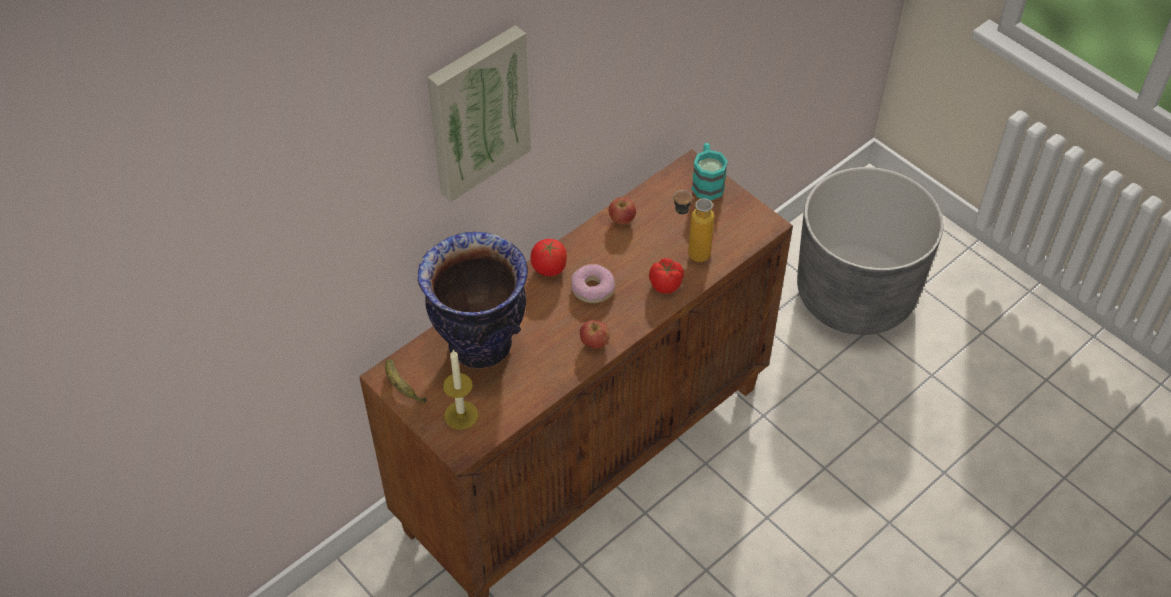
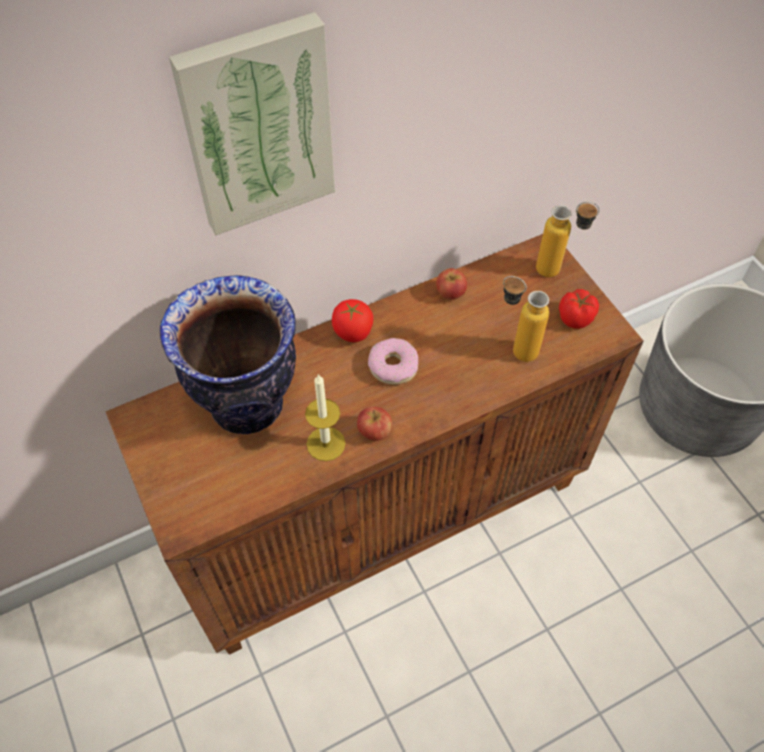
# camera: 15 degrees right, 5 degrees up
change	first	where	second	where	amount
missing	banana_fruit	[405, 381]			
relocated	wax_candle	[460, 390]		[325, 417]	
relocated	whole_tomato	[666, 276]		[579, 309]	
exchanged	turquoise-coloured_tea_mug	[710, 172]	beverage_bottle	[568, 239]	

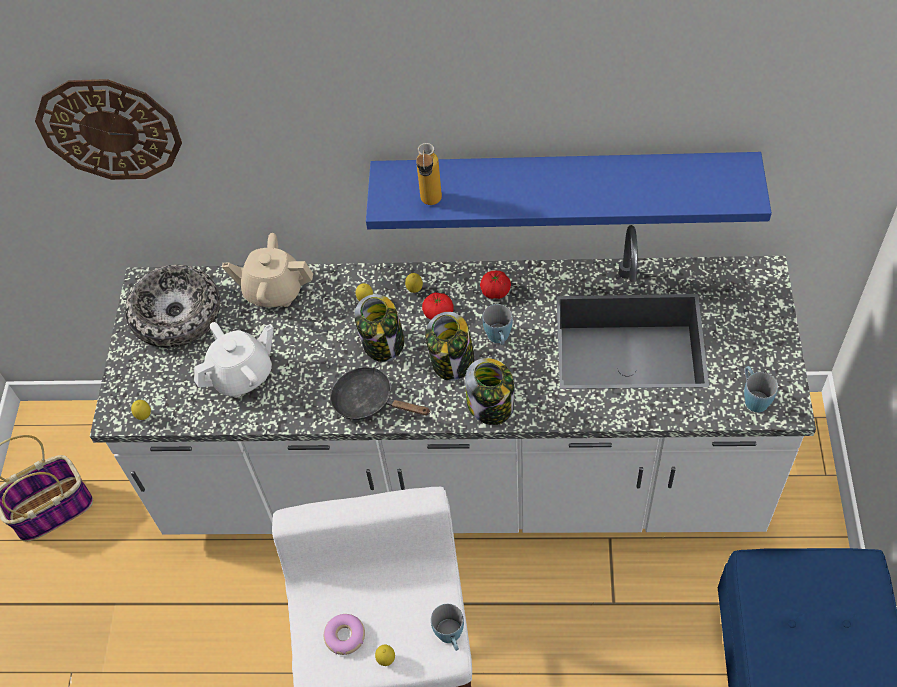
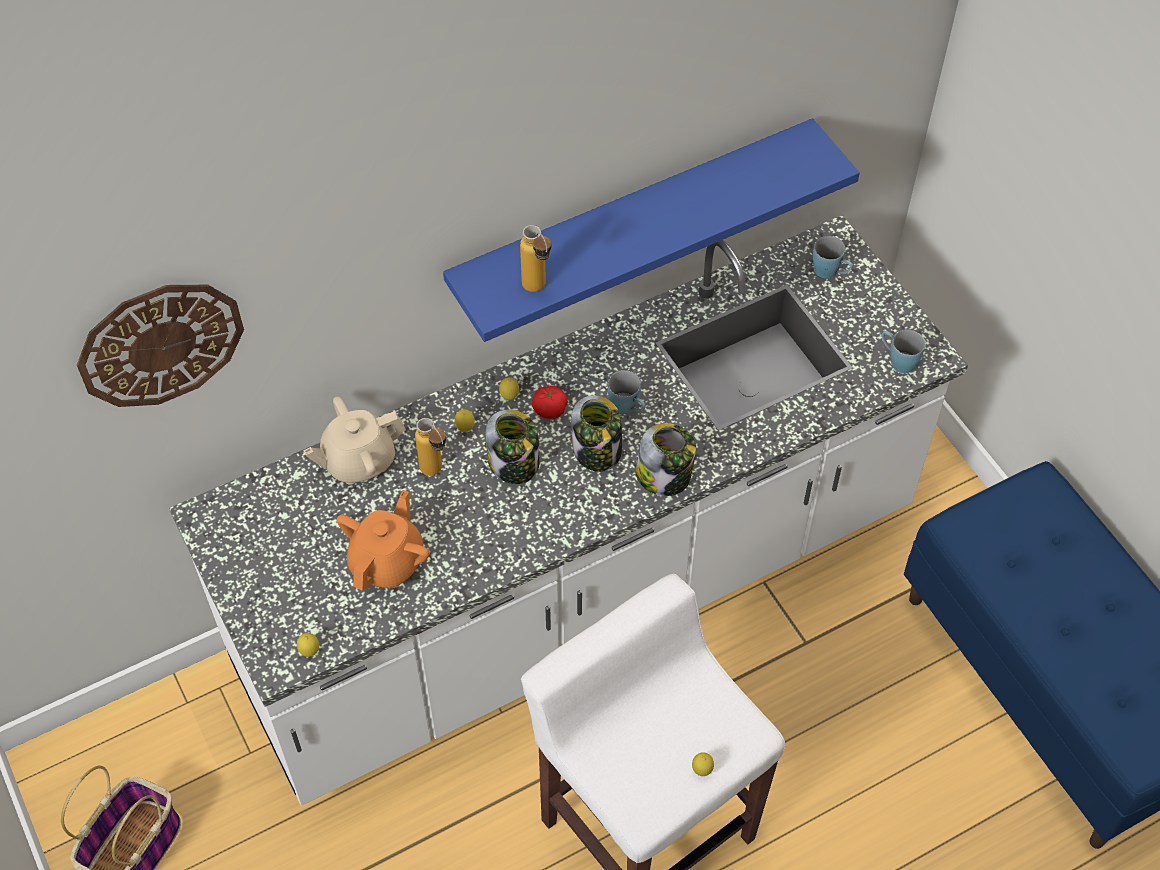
# camera: 35 degrees left, 0 degrees up
change	first	where	second	where	amount
missing	serving_bowl	[172, 306]			
missing	ring_doughnut	[344, 634]			
missing	black-coloured_pan	[380, 393]			
missing	whole_tomato	[495, 285]			
appeared			beverage_bottle	[430, 447]	
relocated	blue_tea_mug	[447, 627]		[833, 257]	
colour	white-coloured_teapot	[234, 360]	orange_teapot	[383, 540]	

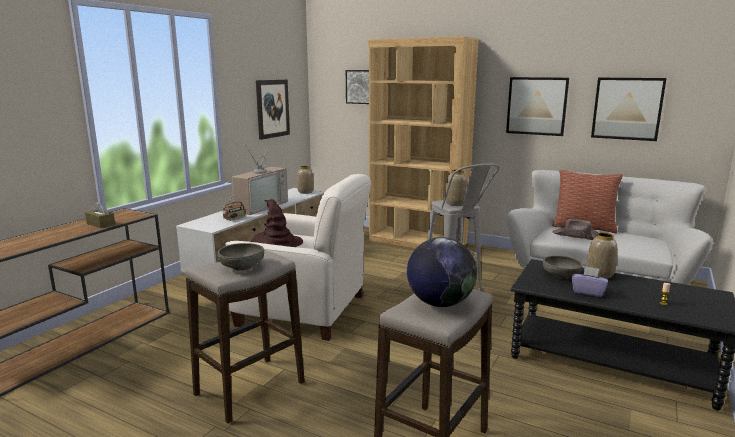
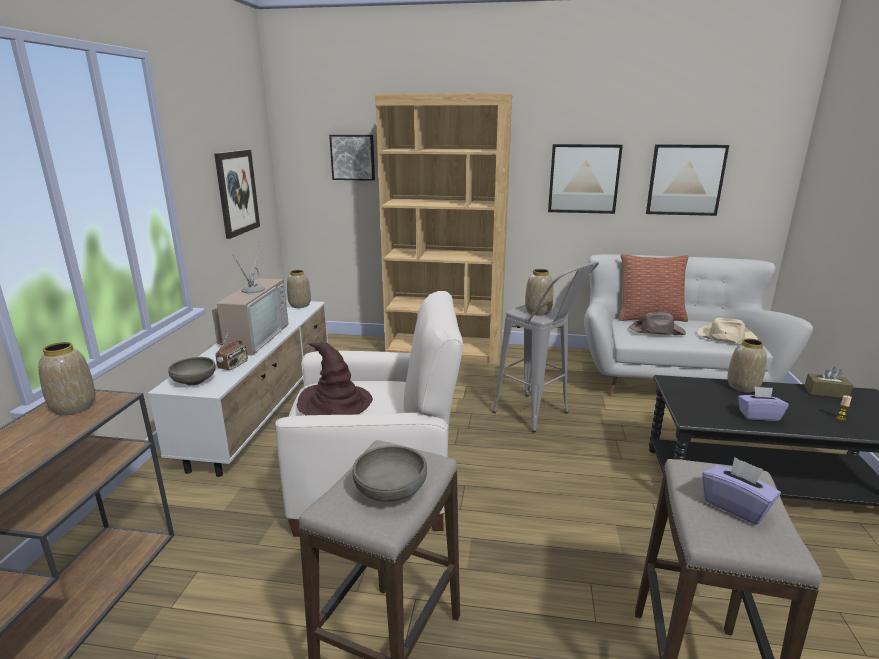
# camera: 20 degrees left, 5 degrees up
change	first	where	second	where	amount
appeared			flower_vase	[67, 378]	
appeared			beige-coloured_hat	[727, 331]	
relocated	brown_box_of_tissues	[100, 214]		[828, 382]	
relocated	greyish_serving_bowl	[563, 267]		[192, 371]	
exchanged	desk_globe	[442, 272]	purple-coloured_box_of_tissues	[741, 491]	

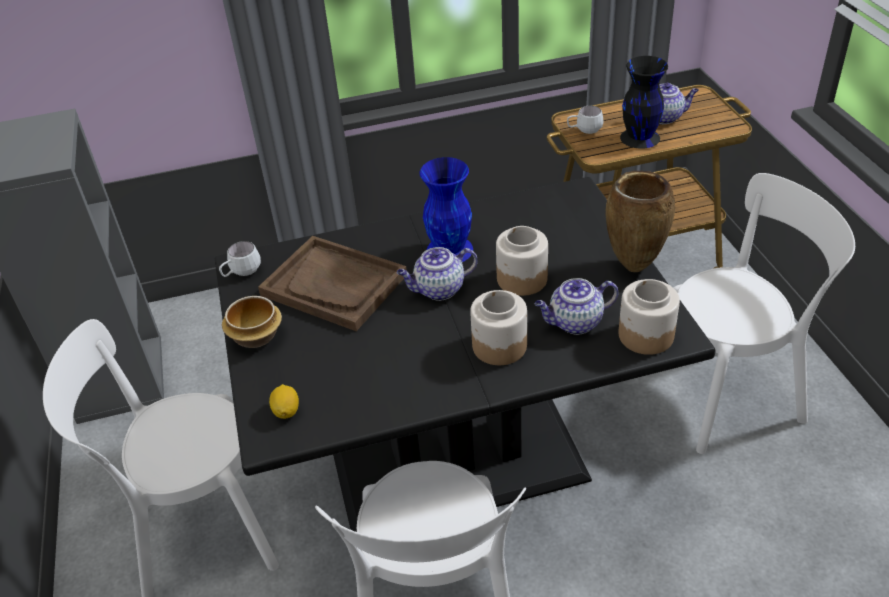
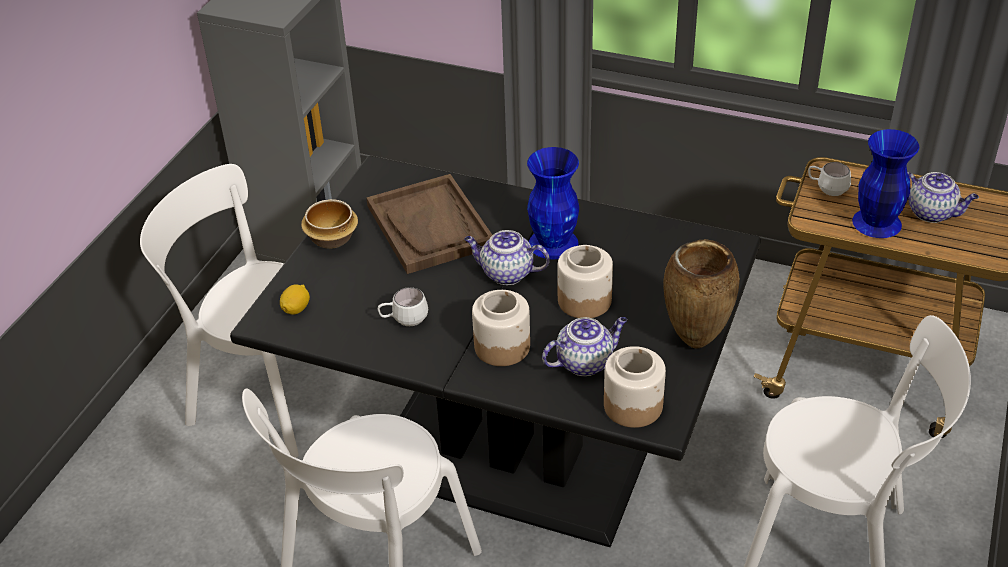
# camera: 35 degrees right, 0 degrees up
change	first	where	second	where	amount
relocated	white-coloured_tea_mug	[240, 259]		[402, 306]	
colour	black-coloured_flower_vase	[644, 102]	blue_flower_vase	[885, 183]	
spun	teapot	[577, 306]		[584, 346]	135 degrees clockwise

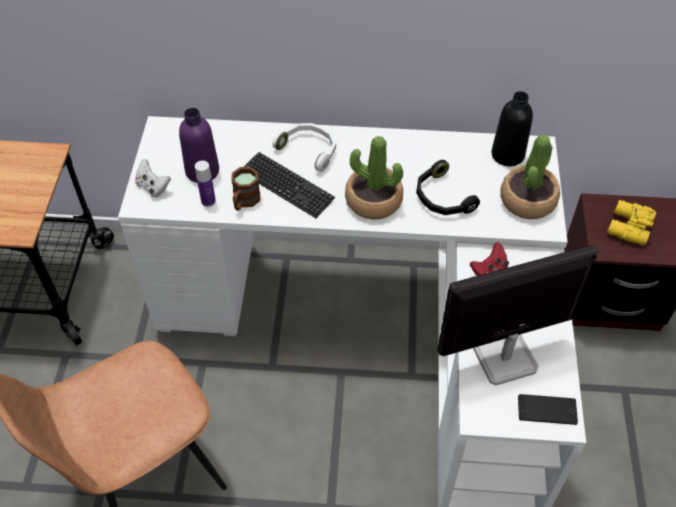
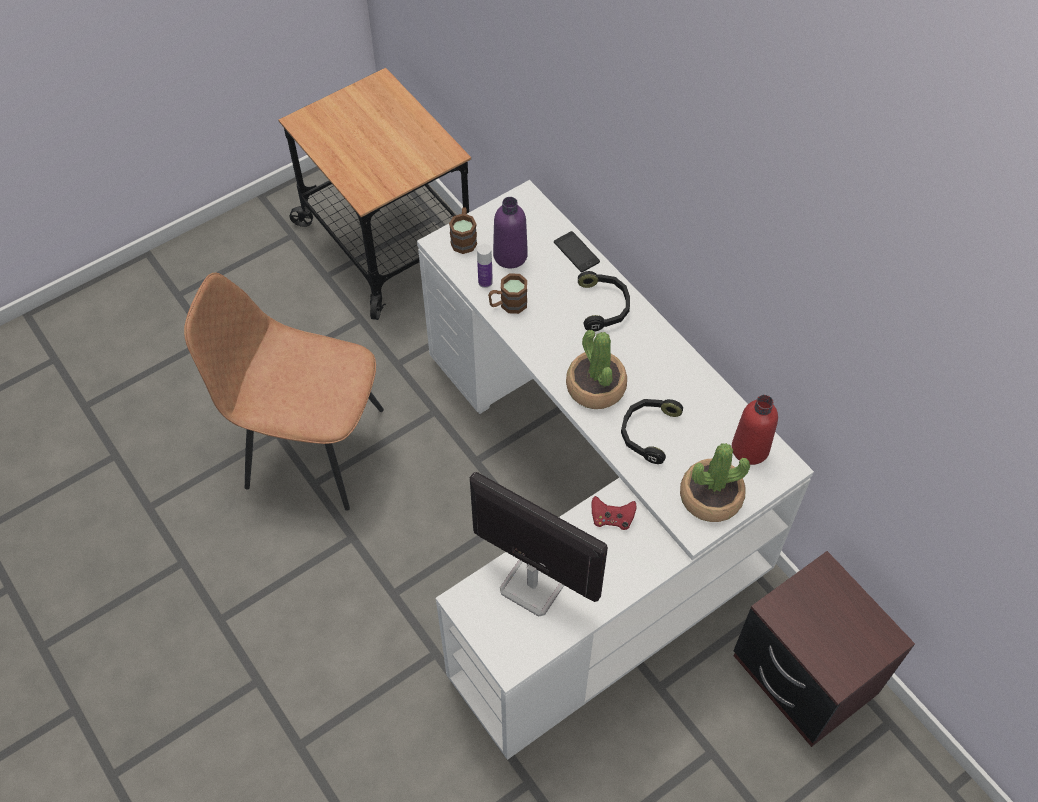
# camera: 50 degrees right, 5 degrees up
change	first	where	second	where	amount
missing	computer_keyboard	[289, 185]			
missing	yellow-coloured_pair_of_binoculars	[631, 223]			
relocated	telephone	[548, 409]		[577, 251]	
exchanged	white-coloured_game_controller	[153, 178]	brown_tea_mug	[463, 230]	
colour	white-coloured_pair_of_headphones	[304, 147]	black-coloured_pair_of_headphones	[604, 301]	
colour	black-coloured_beverage_bottle	[512, 128]	red-coloured_beverage_bottle	[755, 430]	

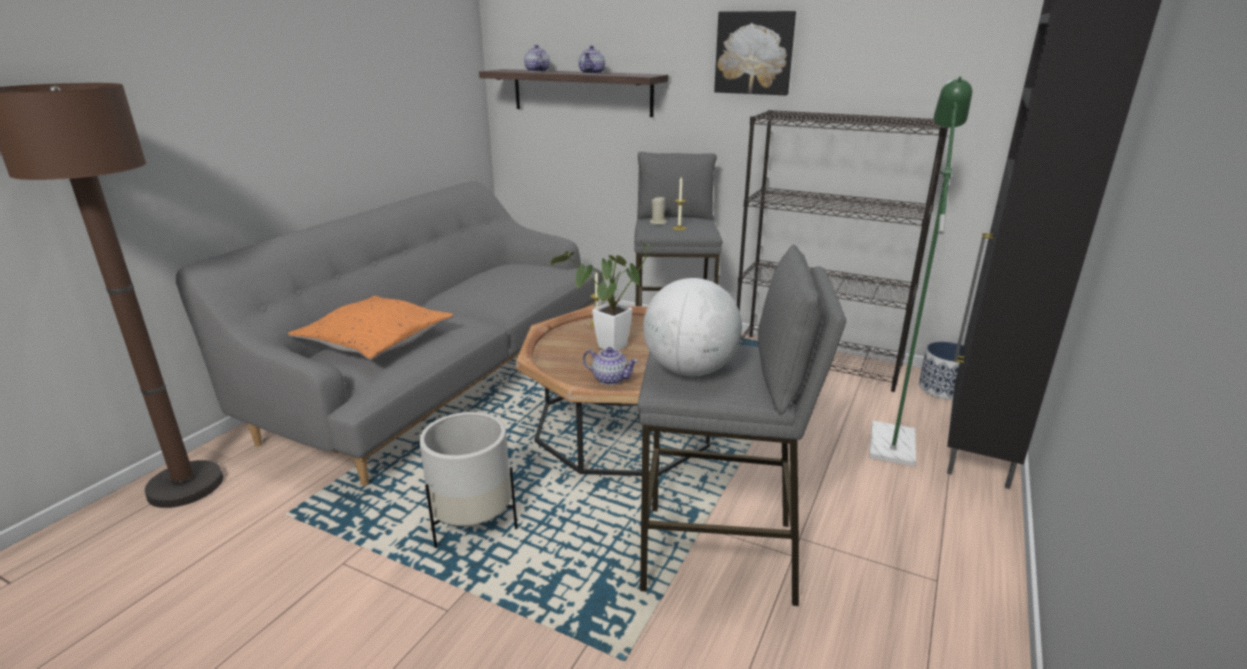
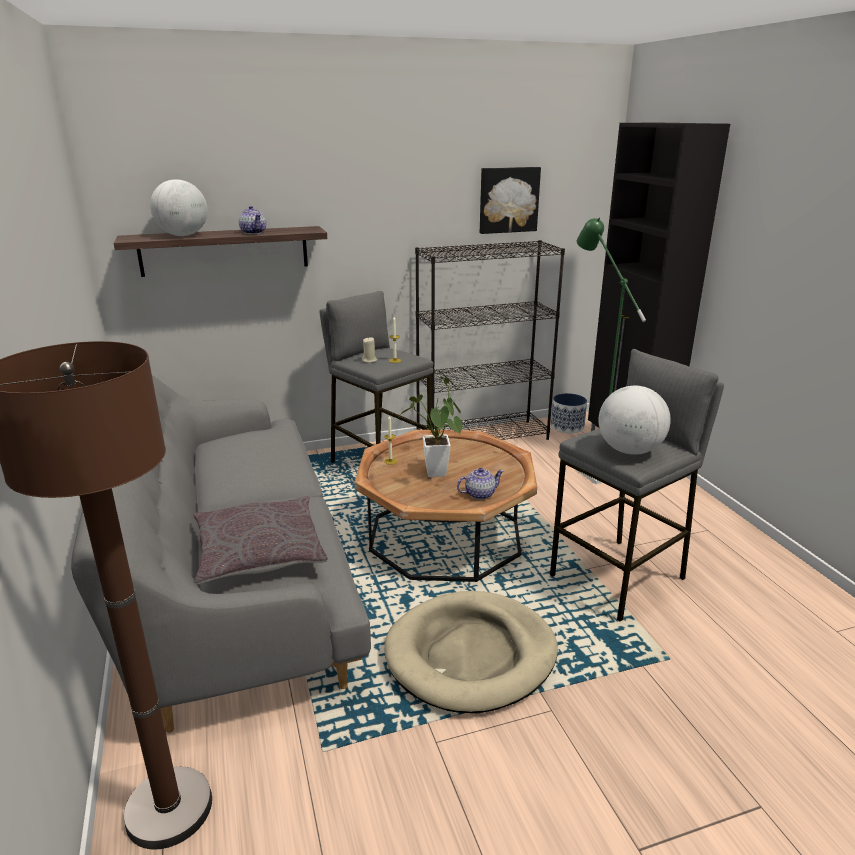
# camera: 45 degrees left, 0 degrees up
change	first	where	second	where	amount
relocated	wall_art	[755, 53]		[510, 200]	
exchanged	white-coloured_plant_pot	[468, 480]	beige-coloured_dog_cushion	[471, 652]	
exchanged	teapot	[537, 58]	desk_globe	[179, 207]	
colour	orange_pillow	[371, 328]	greyish_pillow	[260, 540]	

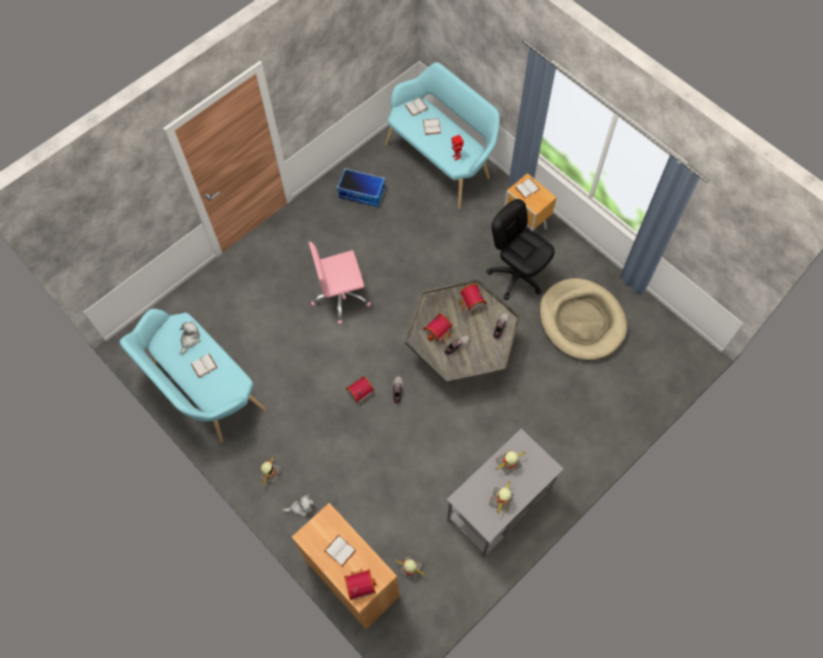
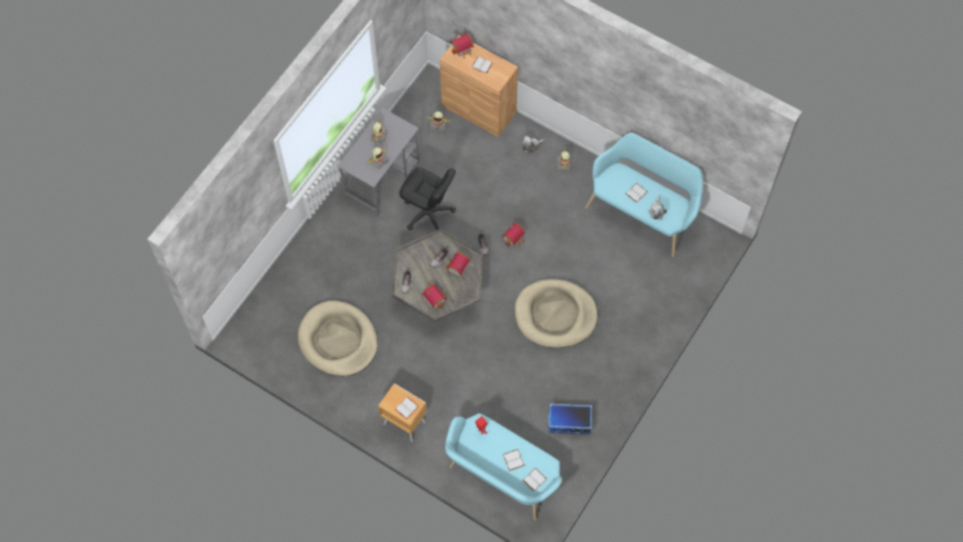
# camera: 165 degrees right, 0 degrees up
change	first	where	second	where	amount
relocated	black-coloured_office_chair	[521, 249]		[427, 198]	
exchanged	pinkish_office_chair	[340, 283]	beige-coloured_dog_cushion	[556, 313]	

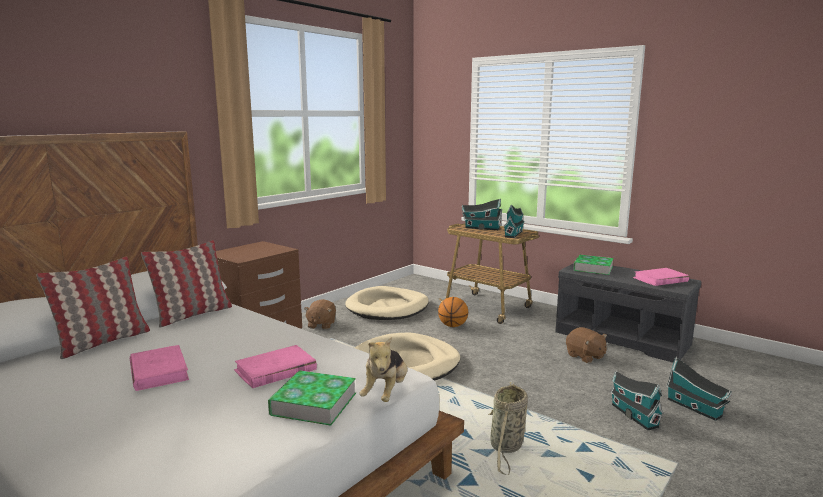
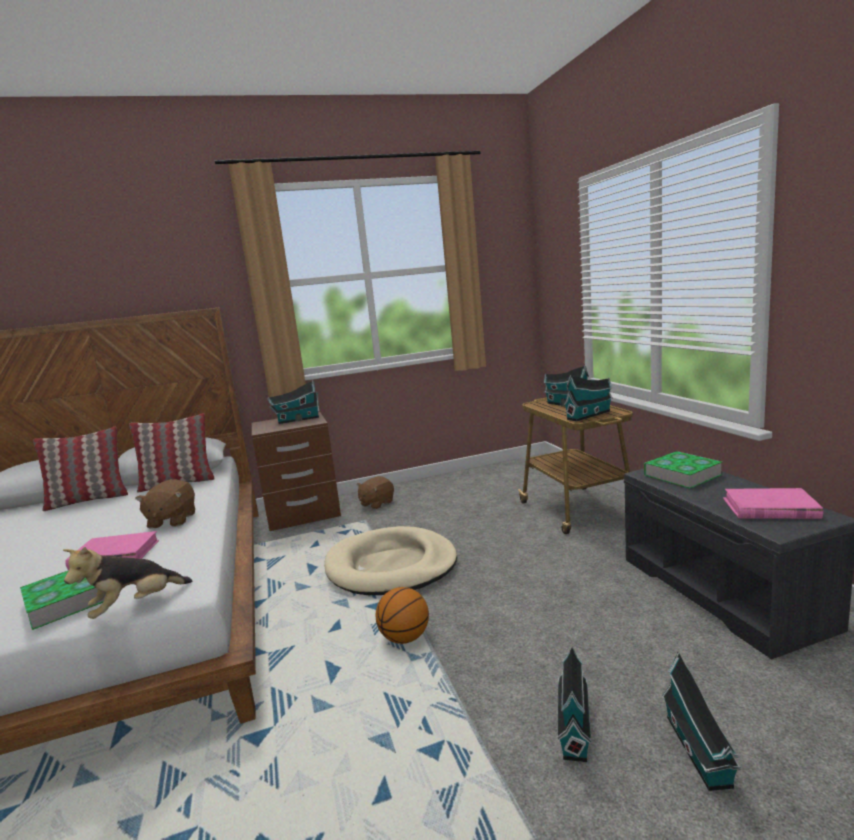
# camera: 35 degrees right, 0 degrees up
change	first	where	second	where	amount
missing	pinkish_book	[159, 368]			
missing	beige-coloured_dog_cushion	[387, 303]			
missing	household_basket	[508, 428]			
appeared			model_house	[293, 402]	
relocated	ball_for_basketball	[453, 312]		[402, 615]	
relocated	brown_cuddly_toy	[586, 345]		[165, 504]	

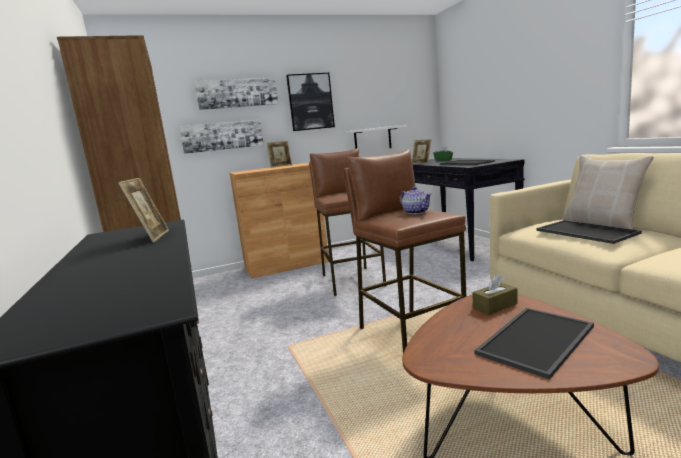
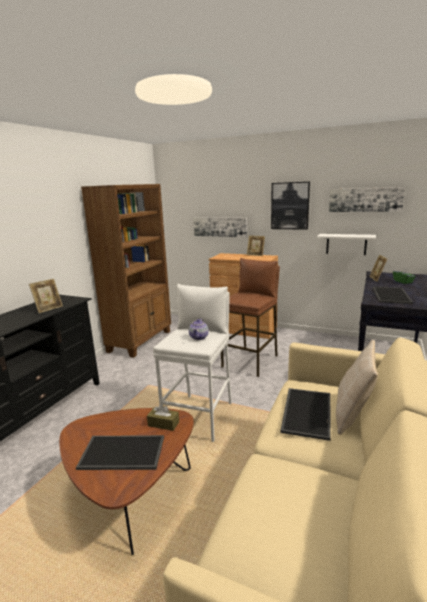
# camera: 45 degrees right, 5 degrees up
change	first	where	second	where	amount
relocated	wall_art	[236, 93]		[367, 199]	
colour	brown_stool	[404, 251]	white-coloured_stool	[192, 363]	

